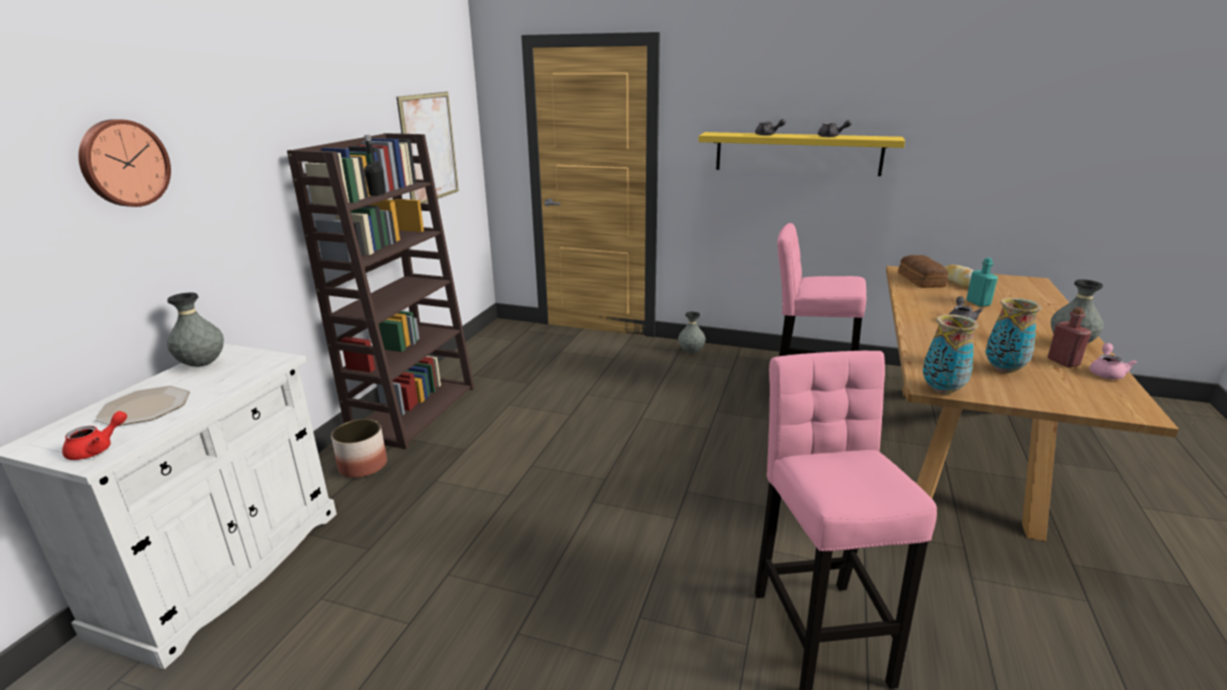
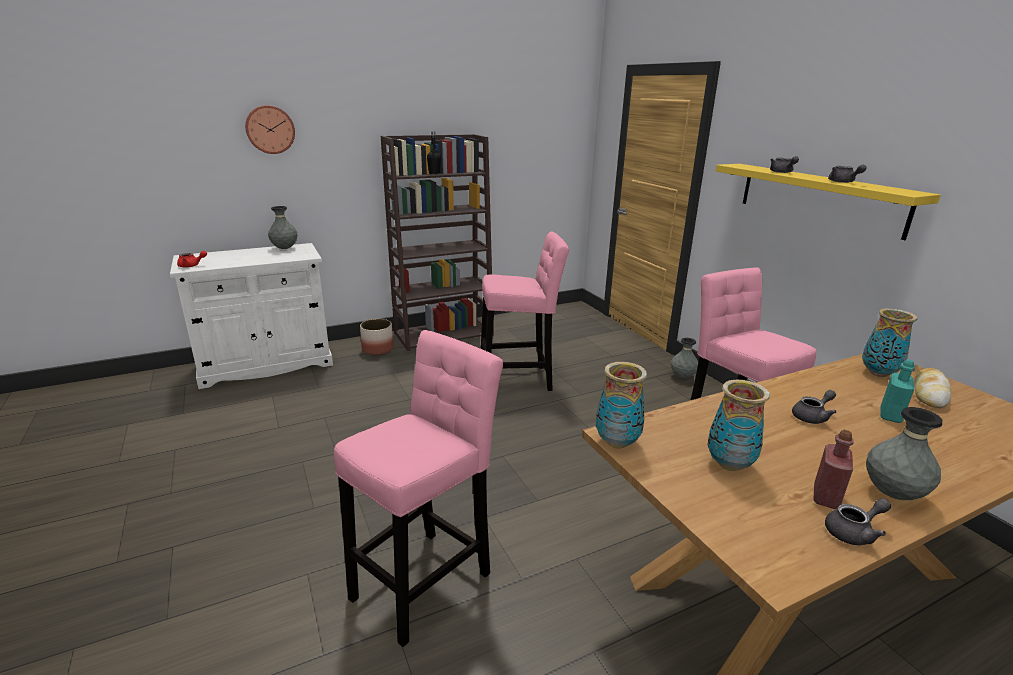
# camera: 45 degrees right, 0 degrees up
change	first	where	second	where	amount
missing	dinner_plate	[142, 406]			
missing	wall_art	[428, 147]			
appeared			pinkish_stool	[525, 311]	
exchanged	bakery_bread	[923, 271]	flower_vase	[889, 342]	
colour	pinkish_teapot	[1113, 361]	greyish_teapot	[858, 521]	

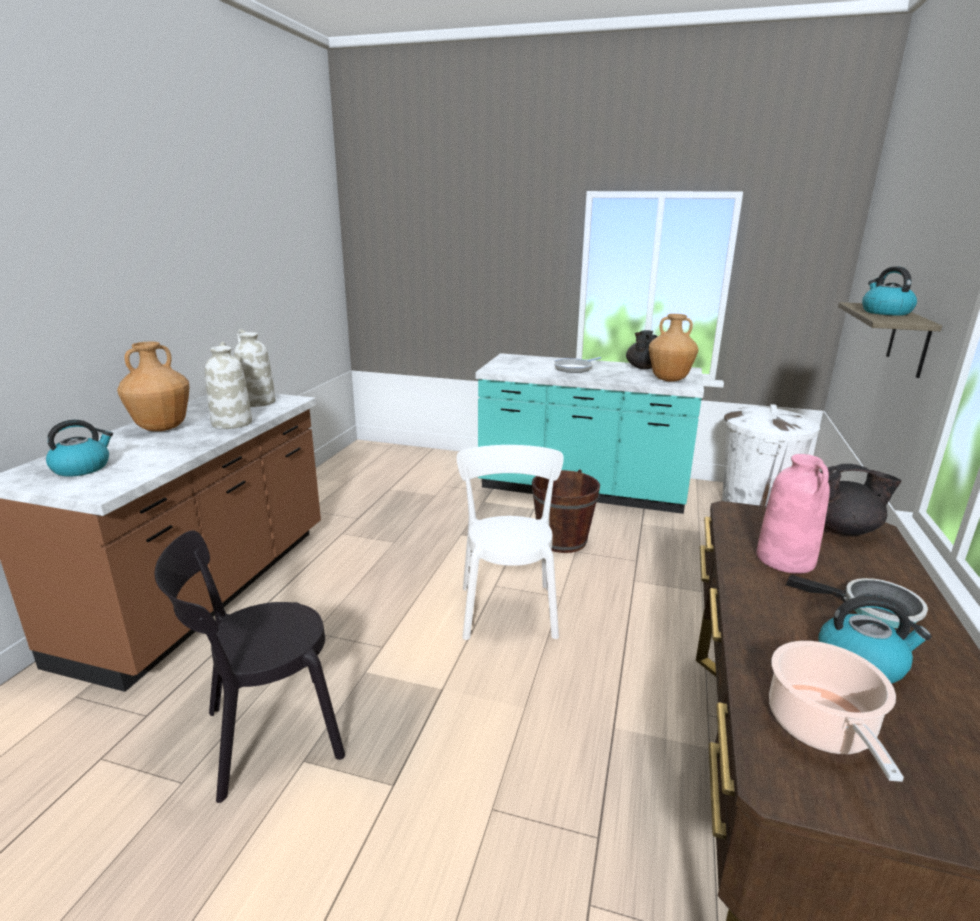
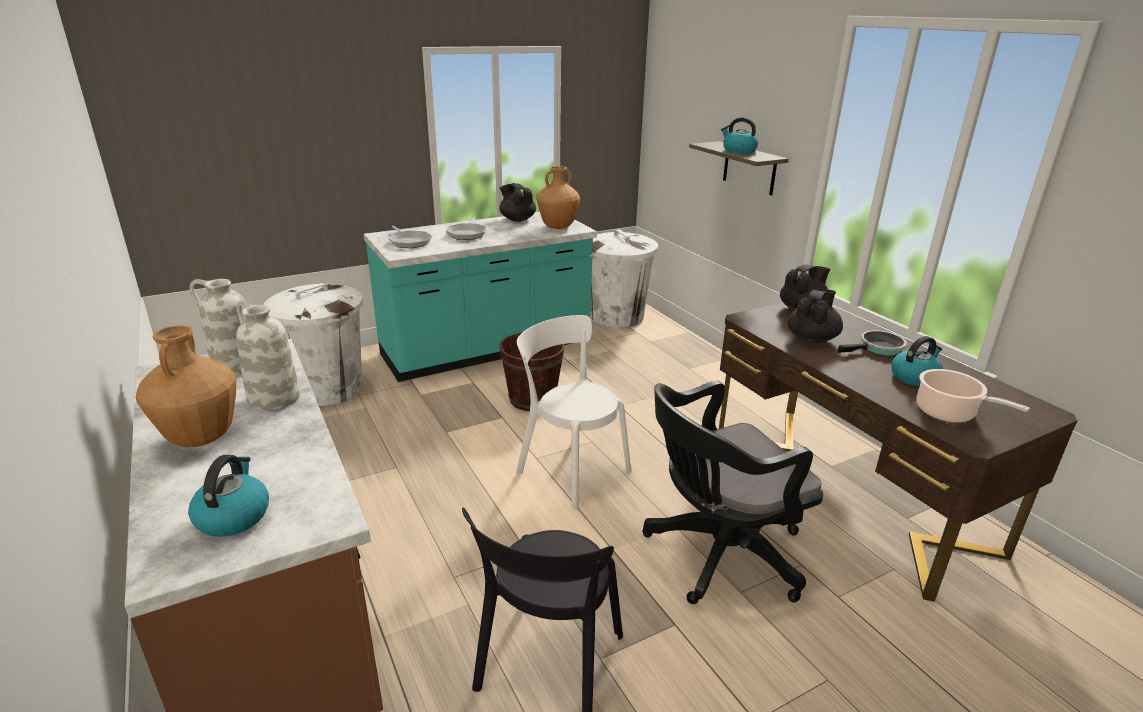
# camera: 45 degrees left, 5 degrees up
change	first	where	second	where	amount
appeared			white-coloured_waste_bin	[313, 344]	
appeared			pan	[410, 237]	
appeared			black-coloured_office_chair	[732, 492]	
exchanged	pinkish_flower_vase	[793, 514]	black-coloured_teapot	[815, 316]	

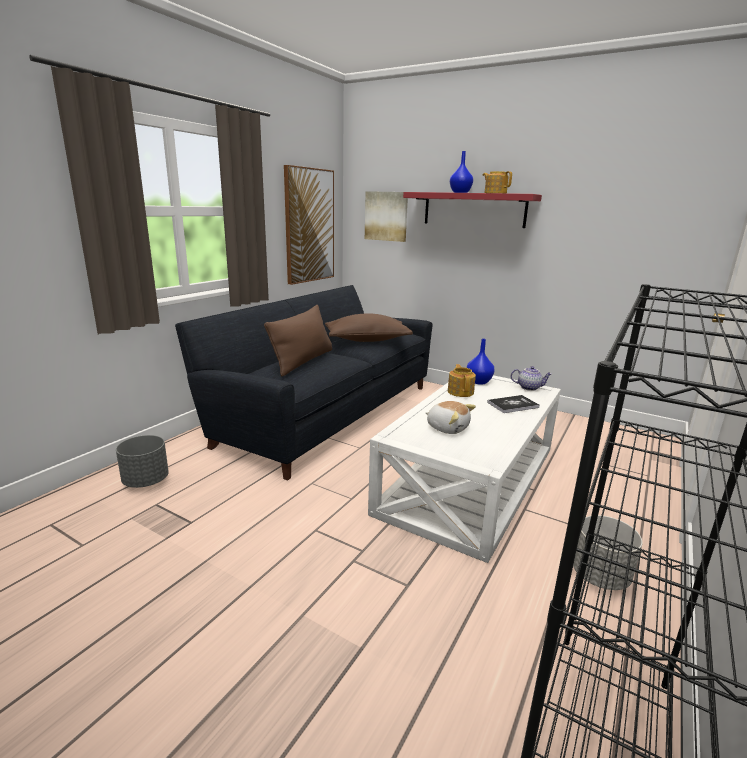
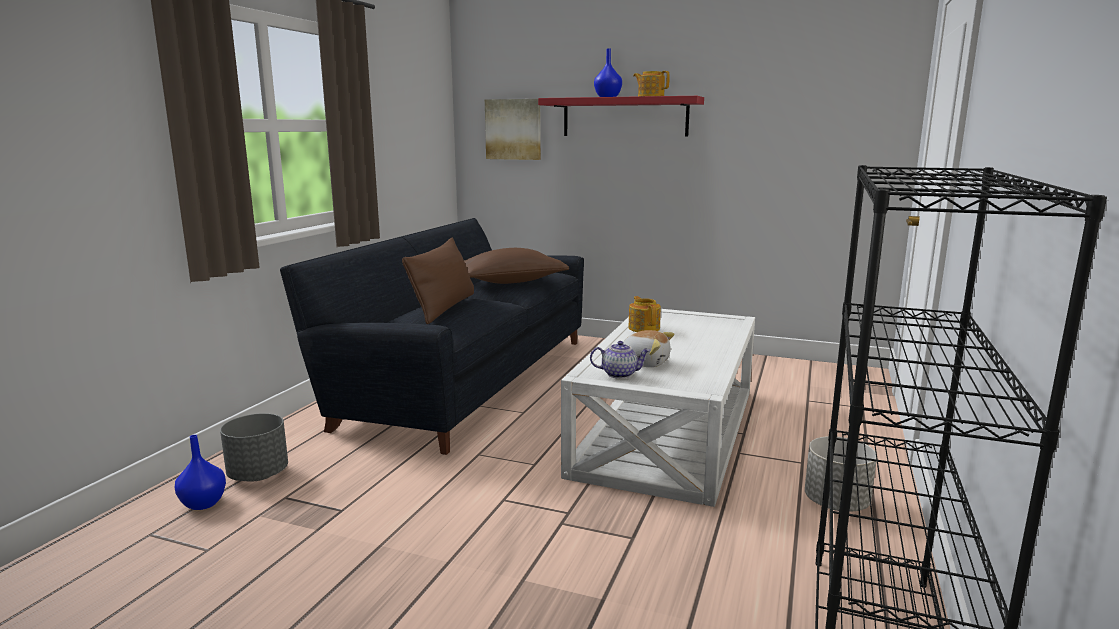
# camera: 10 degrees left, 5 degrees down
change	first	where	second	where	amount
missing	wall_art	[309, 225]			
missing	book	[513, 404]			
relocated	blue_flower_vase	[481, 362]		[200, 472]	
relocated	teapot	[531, 378]		[620, 360]	

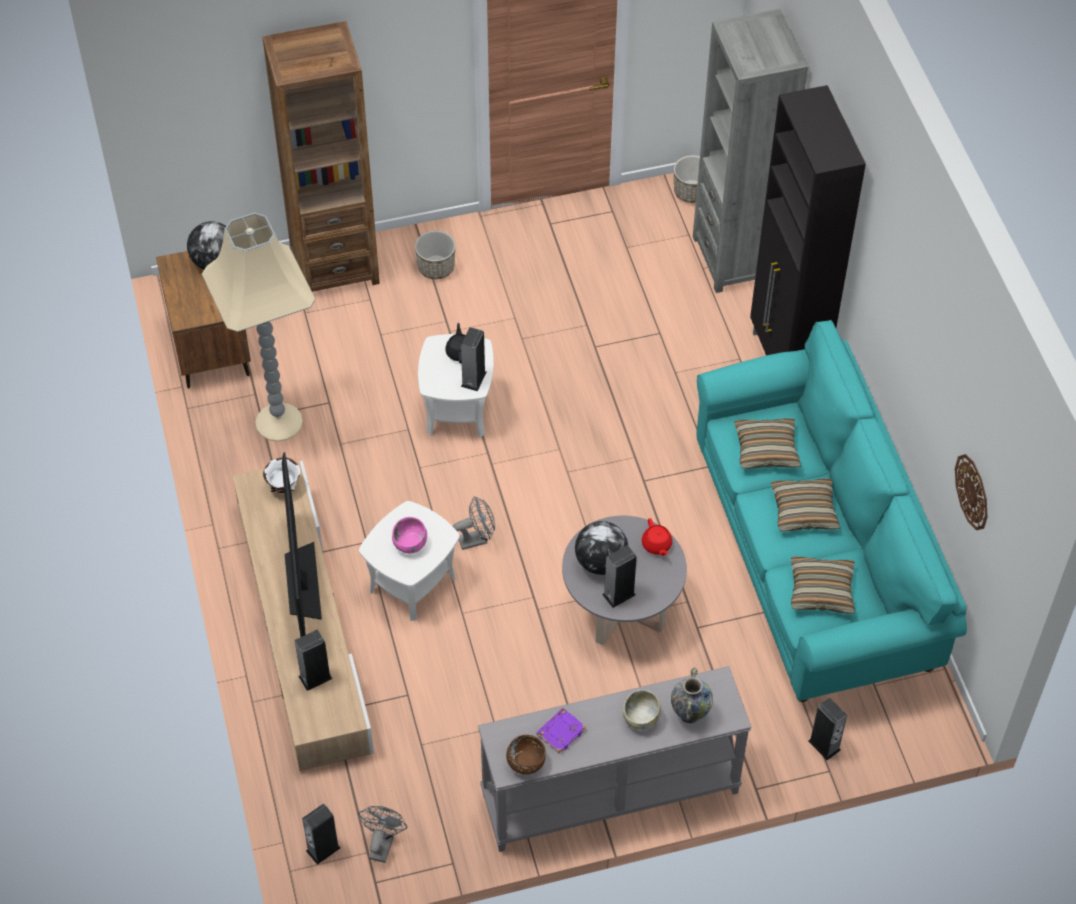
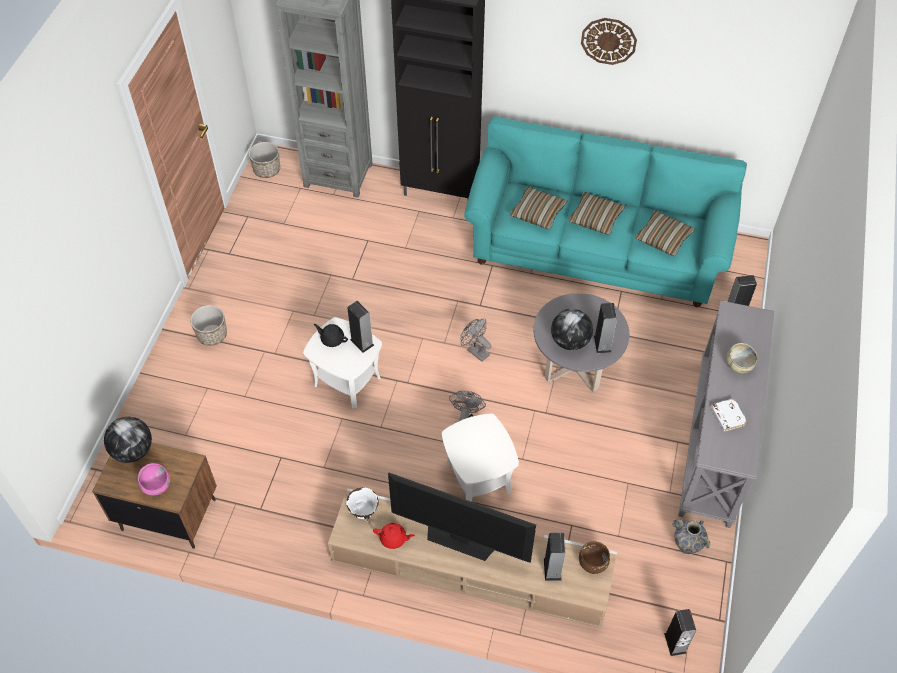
# camera: 60 degrees left, 0 degrees up
change	first	where	second	where	amount
missing	beige-coloured_standard_lamp	[258, 327]			
missing	brown_bookcase	[321, 156]			
relocated	greyish_cooling_fan	[382, 834]		[476, 340]	
relocated	pinkish_serving_bowl	[409, 535]		[154, 479]	
relocated	brown_serving_bowl	[526, 755]		[594, 557]	
relocated	red-coloured_teapot	[657, 537]		[394, 536]	
relocated	flower_vase	[692, 695]		[691, 536]	
relocated	hanging_clock	[971, 492]		[609, 41]	
colour	purple-coloured_book	[561, 731]	white-coloured_book	[729, 414]	

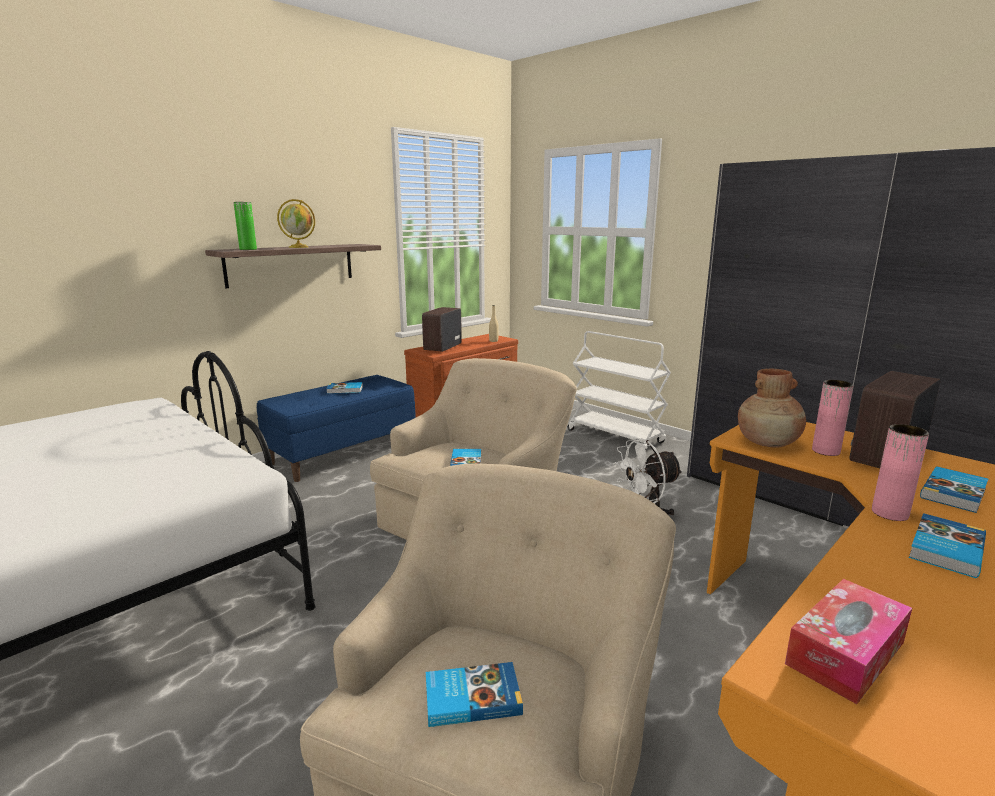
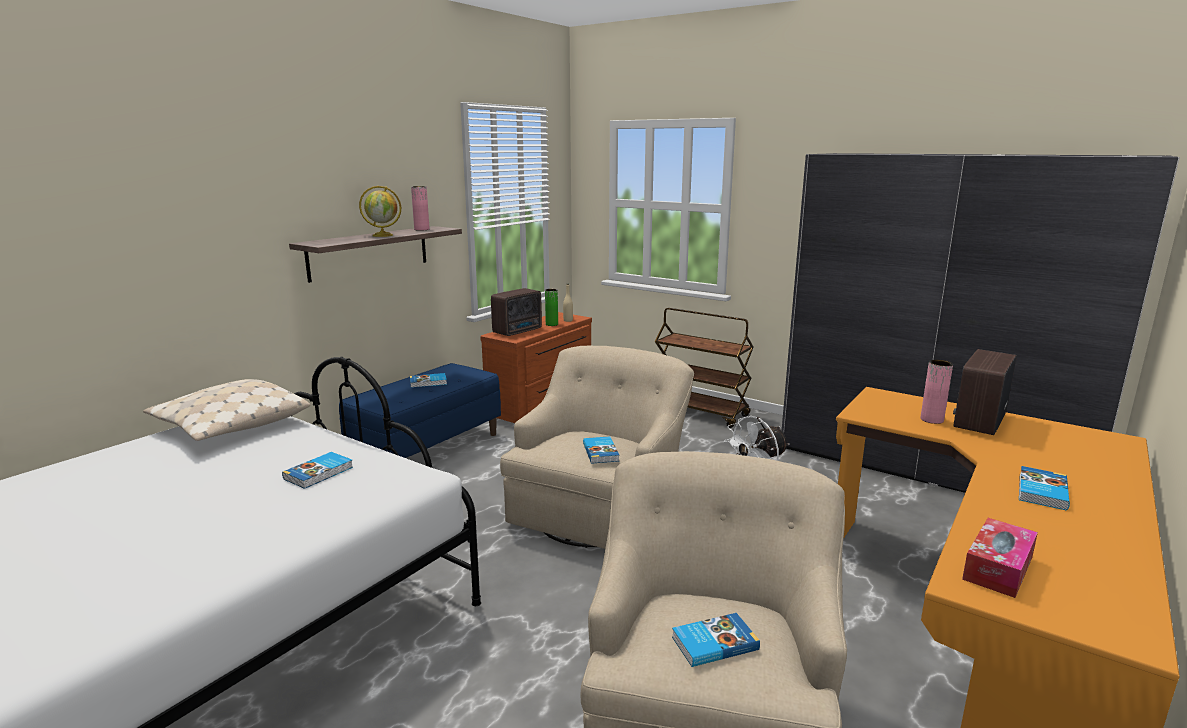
# camera: 10 degrees left, 0 degrees up
change	first	where	second	where	amount
missing	brown_flower_vase	[772, 408]			
appeared			beige-coloured_pillow	[226, 410]	
relocated	green_flower_vase	[245, 226]		[551, 307]	
relocated	pinkish_flower_vase	[900, 472]		[420, 208]	
relocated	book	[954, 489]		[317, 470]	
colour	white-coloured_trolley	[619, 390]	brown_trolley	[704, 368]	
spun	radio_set	[442, 329]		[516, 312]	150 degrees counterclockwise

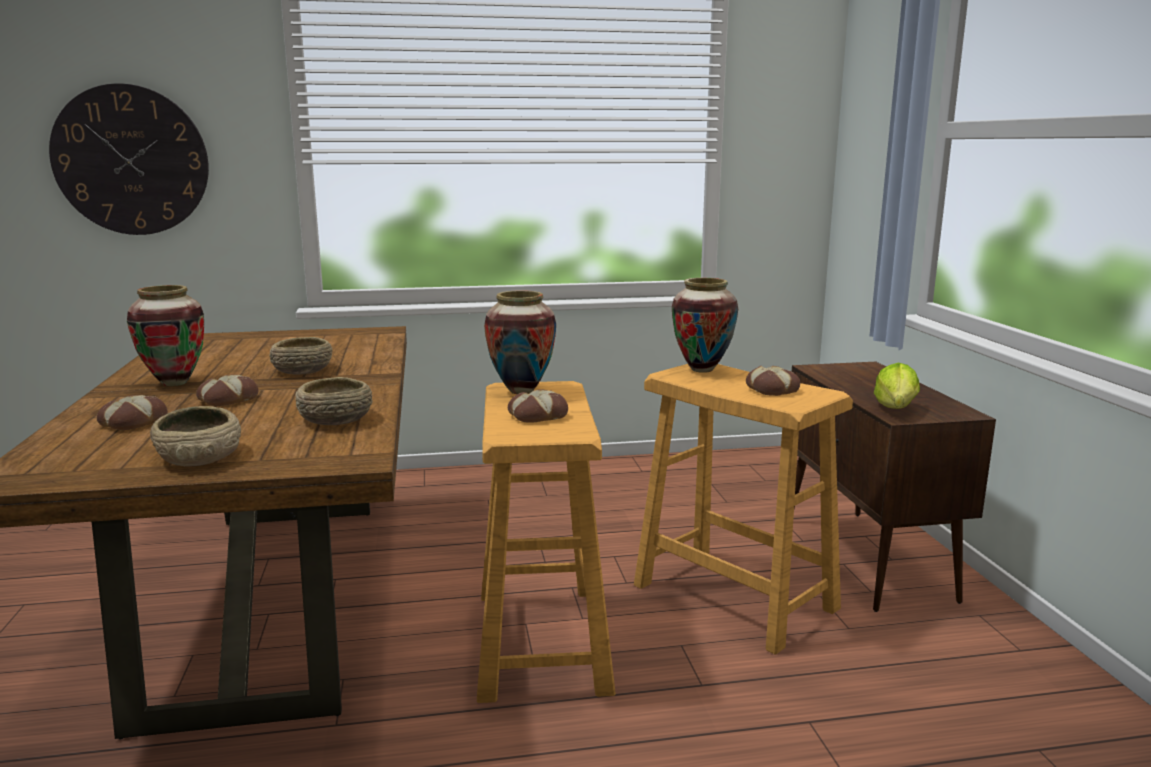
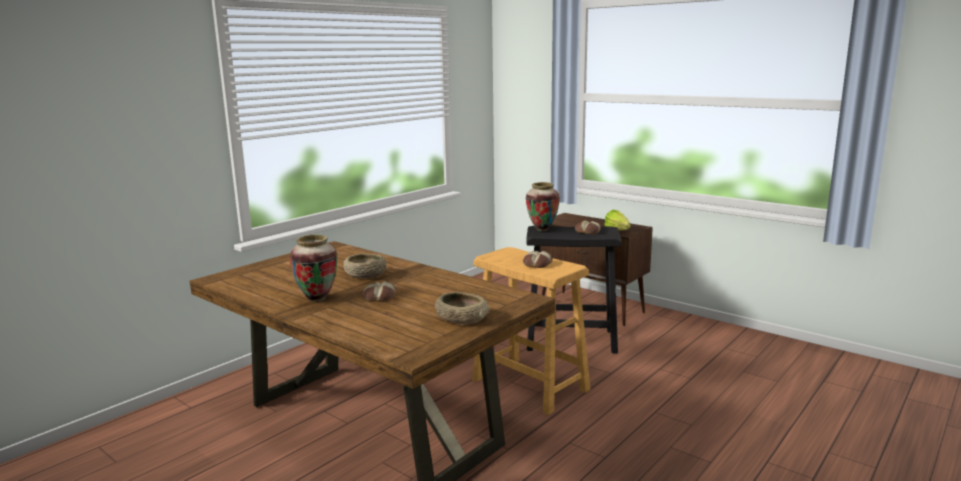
# camera: 40 degrees left, 0 degrees up
change	first	where	second	where	amount
missing	hanging_clock	[129, 159]			
missing	bakery_bread	[132, 412]			
missing	beige-coloured_serving_bowl	[334, 401]			
missing	flower_vase	[520, 342]			
colour	beige-coloured_stool	[743, 509]	black-coloured_stool	[574, 289]	

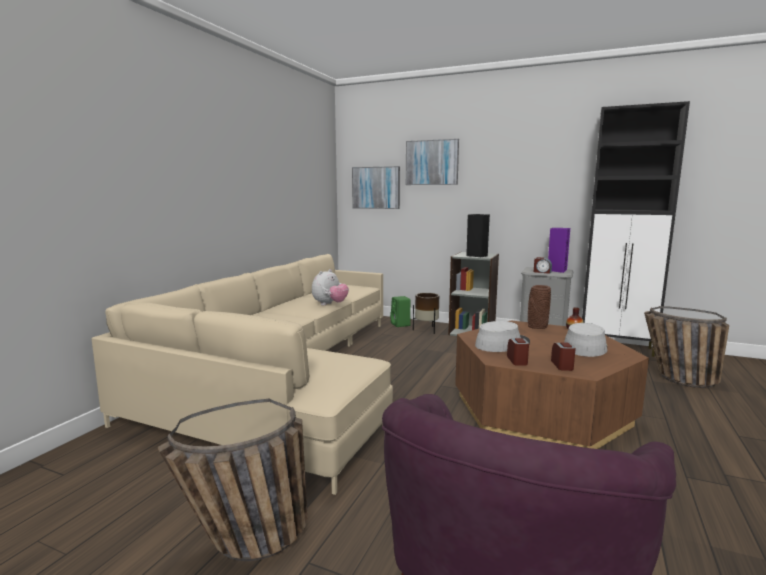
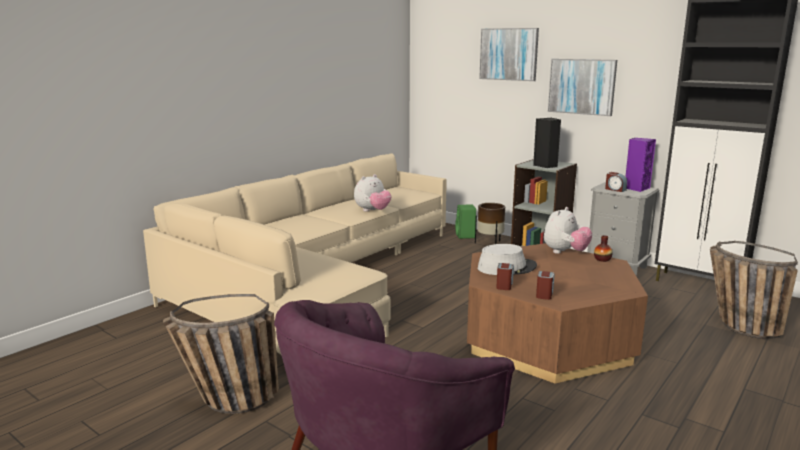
# camera: 15 degrees right, 5 degrees up
change	first	where	second	where	amount
missing	greyish_hat	[585, 340]			
relocated	wall_art	[376, 187]		[582, 87]	
exchanged	brown_flower_vase	[539, 307]	cuddly_toy	[568, 230]	

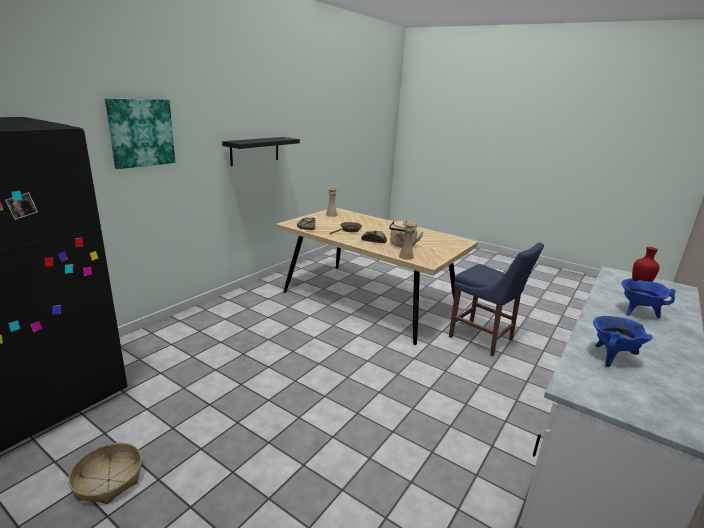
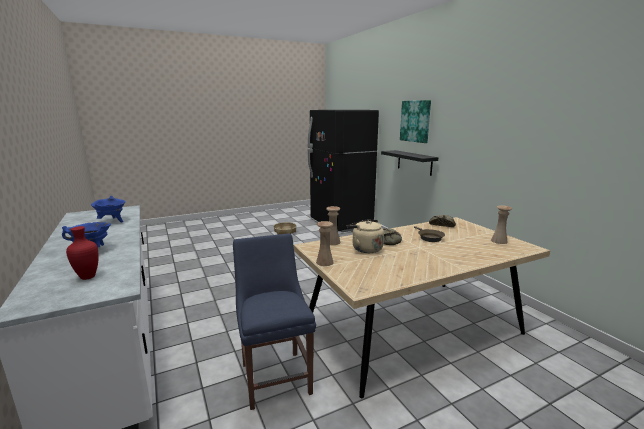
# camera: 120 degrees right, 5 degrees down
change	first	where	second	where	amount
appeared			beige-coloured_flower_vase	[325, 243]	
relocated	black-coloured_shelf	[261, 151]		[409, 163]	
spun	blue_plain_chair	[496, 300]		[274, 321]	90 degrees clockwise

